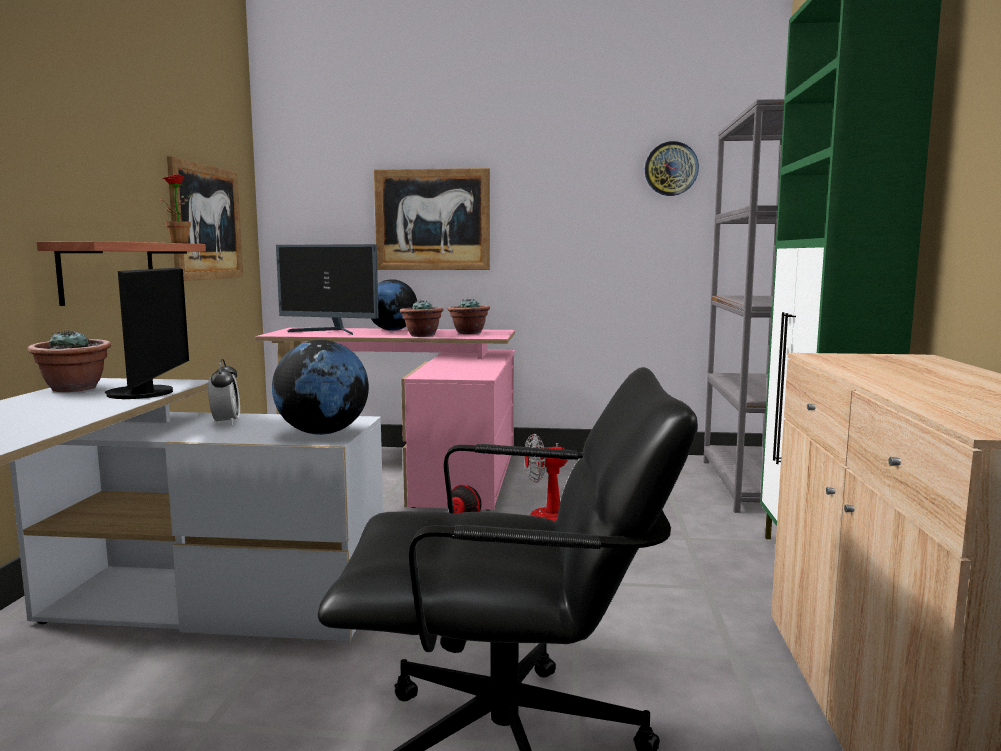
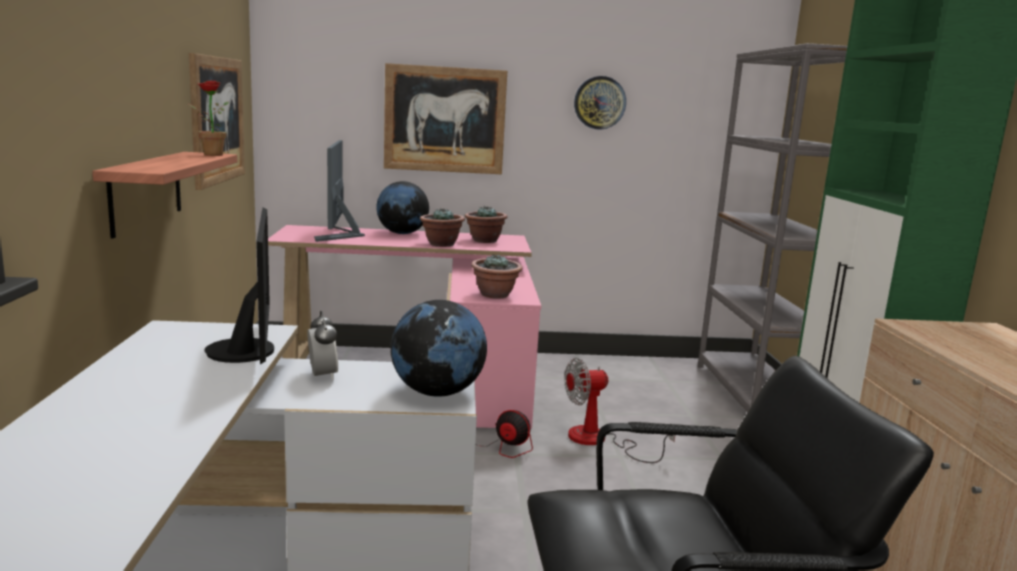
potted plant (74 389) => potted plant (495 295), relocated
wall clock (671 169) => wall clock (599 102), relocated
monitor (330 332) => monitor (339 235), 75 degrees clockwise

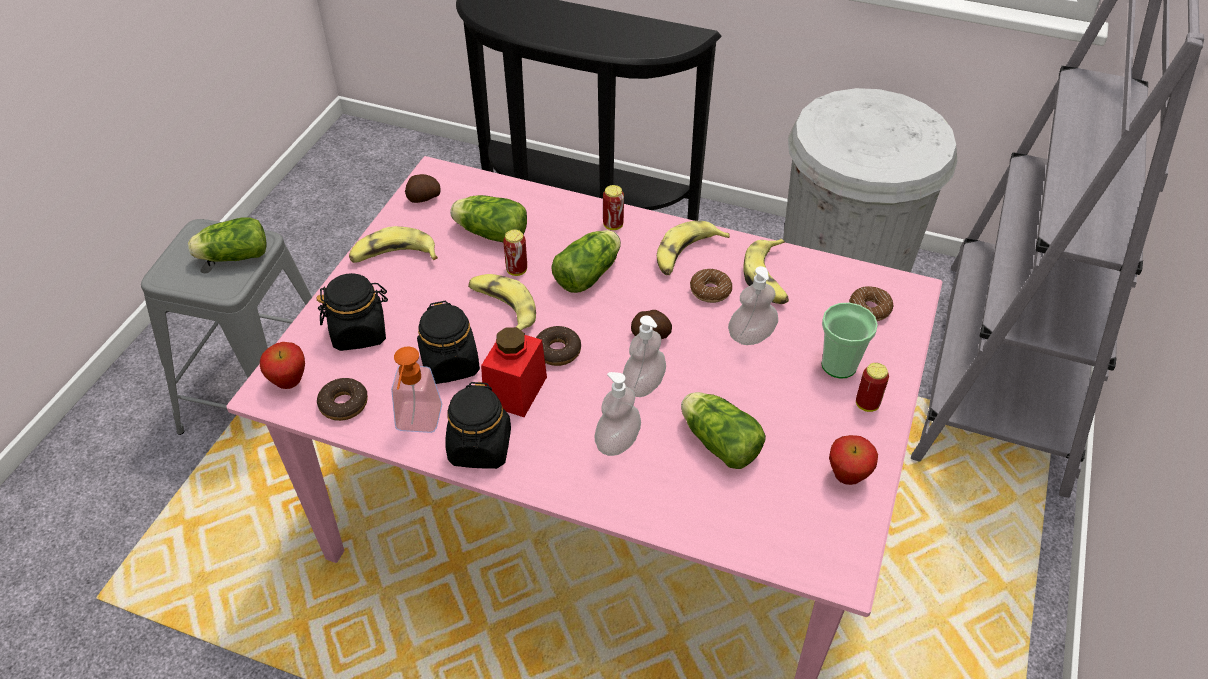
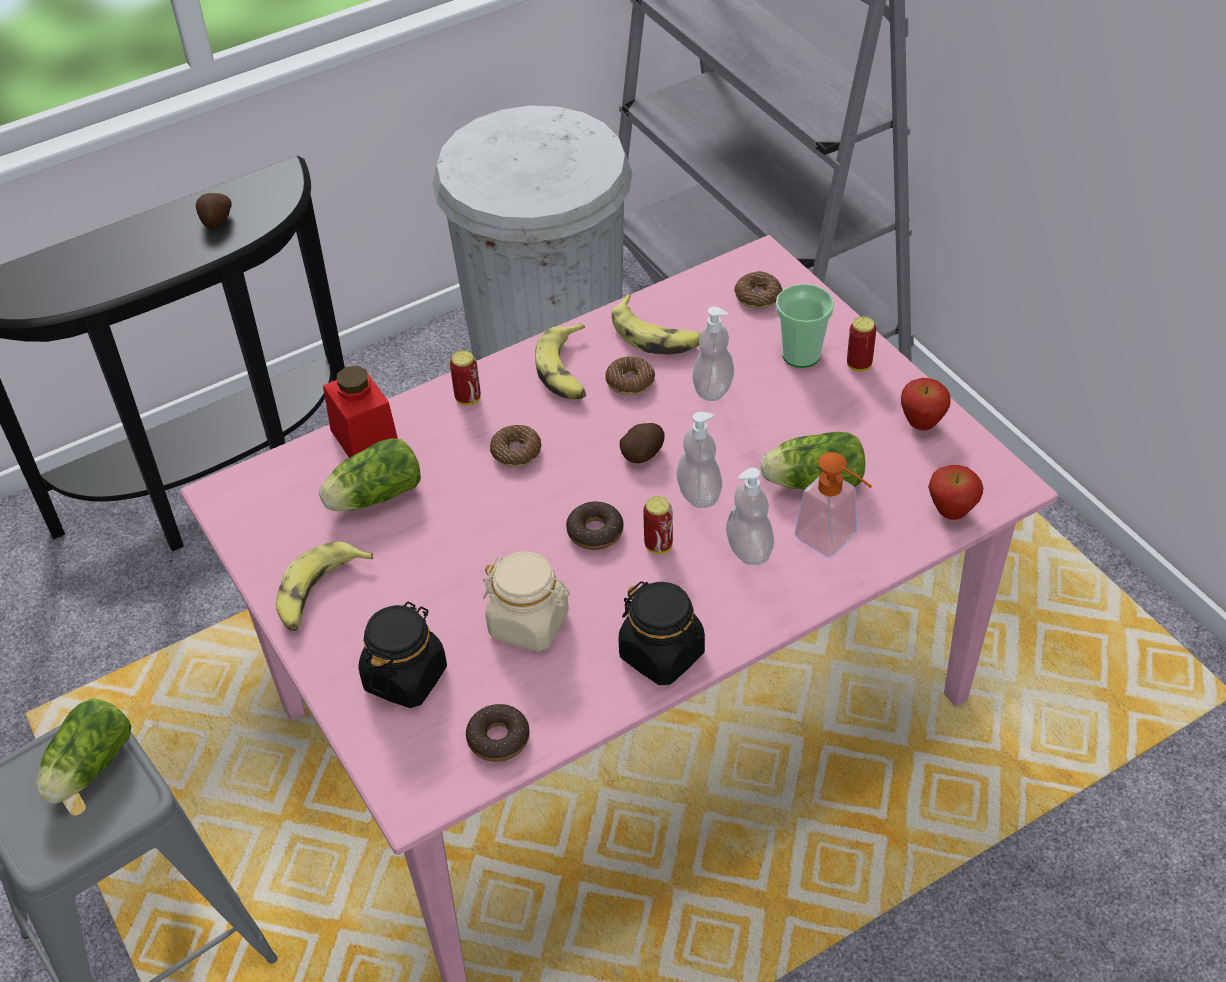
banana (502 308) => nothing
apple (289 382) => apple (951 513), relocated
soap dispenser (417 425) => soap dispenser (834 541), relocated
potato (423 198) => potato (216 221), relocated
red jar (515 390) => red jar (365 439), relocated
can (517 270) => can (658 545), relocated
lettuce (590 273) => donut (516 452)
black jar (450 364) => beige jar (529 623)

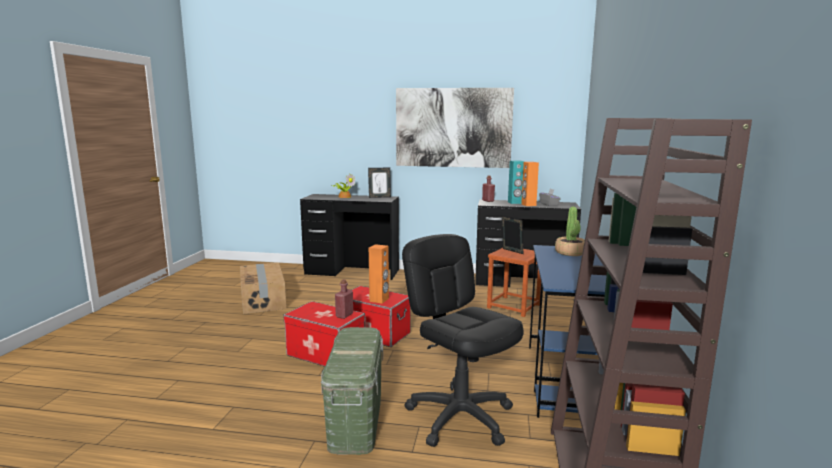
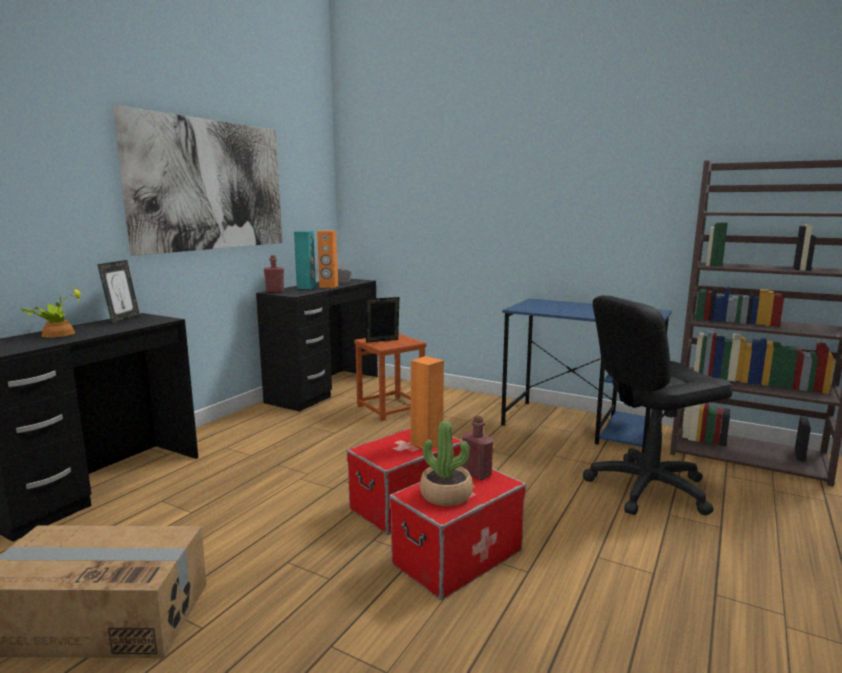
green storage box (356 422) => nothing
potted plant (570 252) => potted plant (446 495), relocated

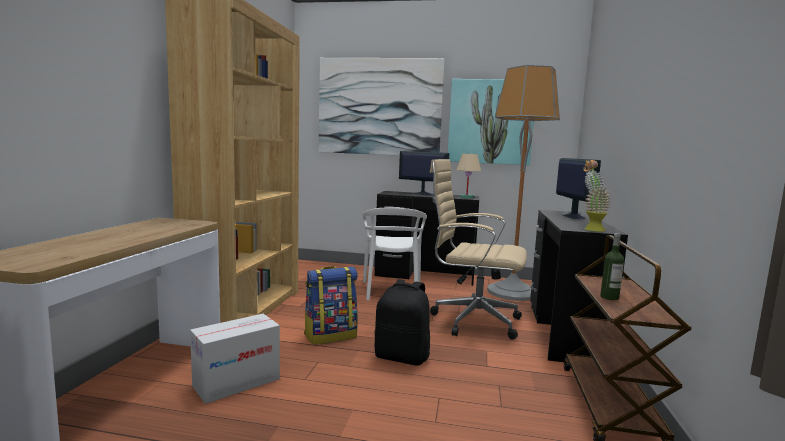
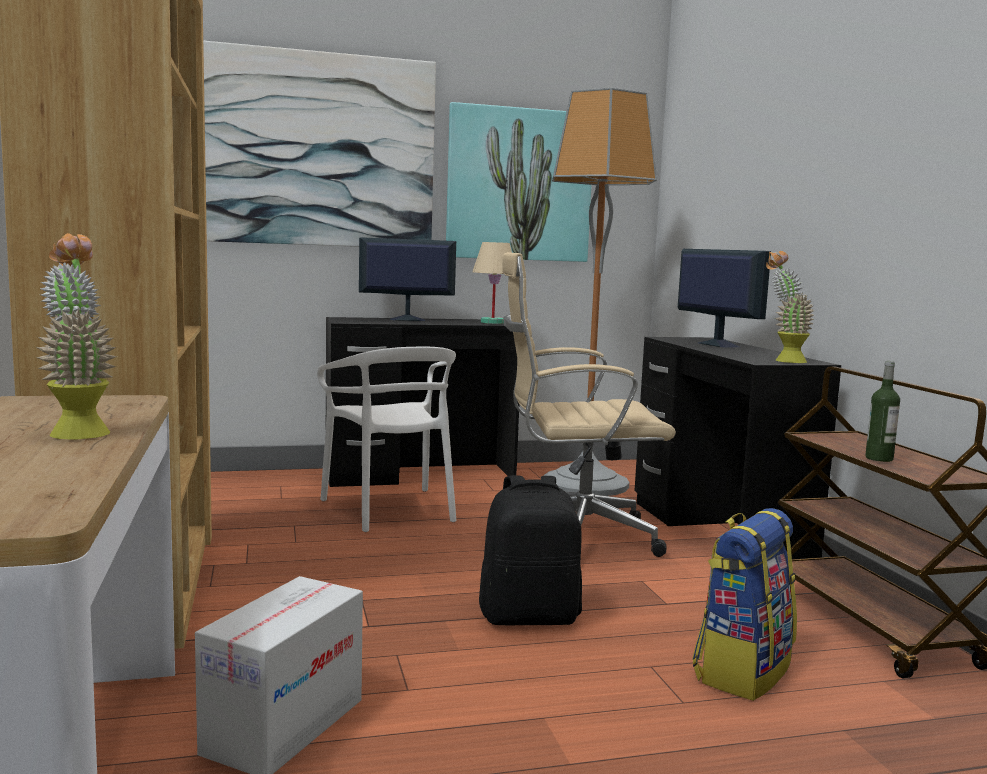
nothing => potted plant (78 431)
backpack (330 336) => backpack (741 670), relocated

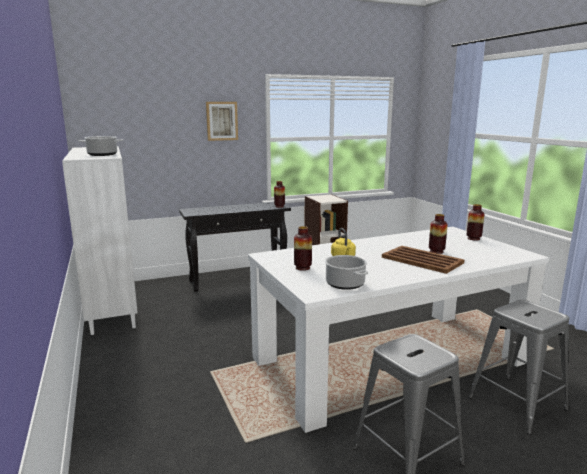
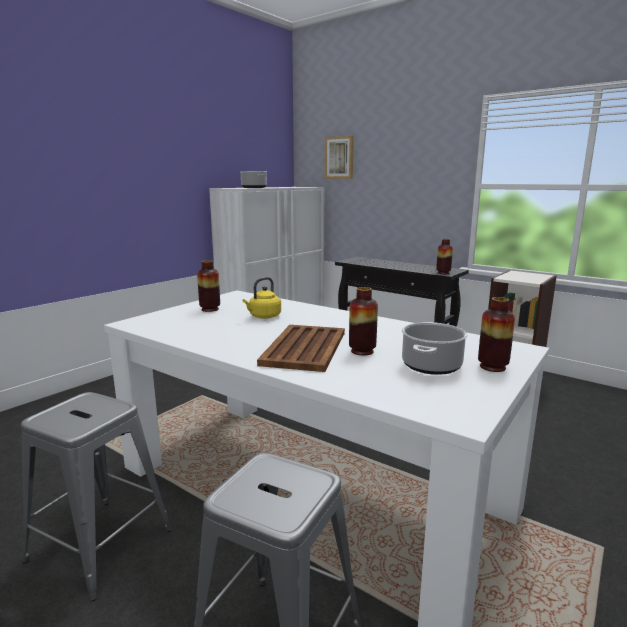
picture (222 121) => picture (339 157), relocated
cooking pot (344 284) => cooking pot (431 365), relocated

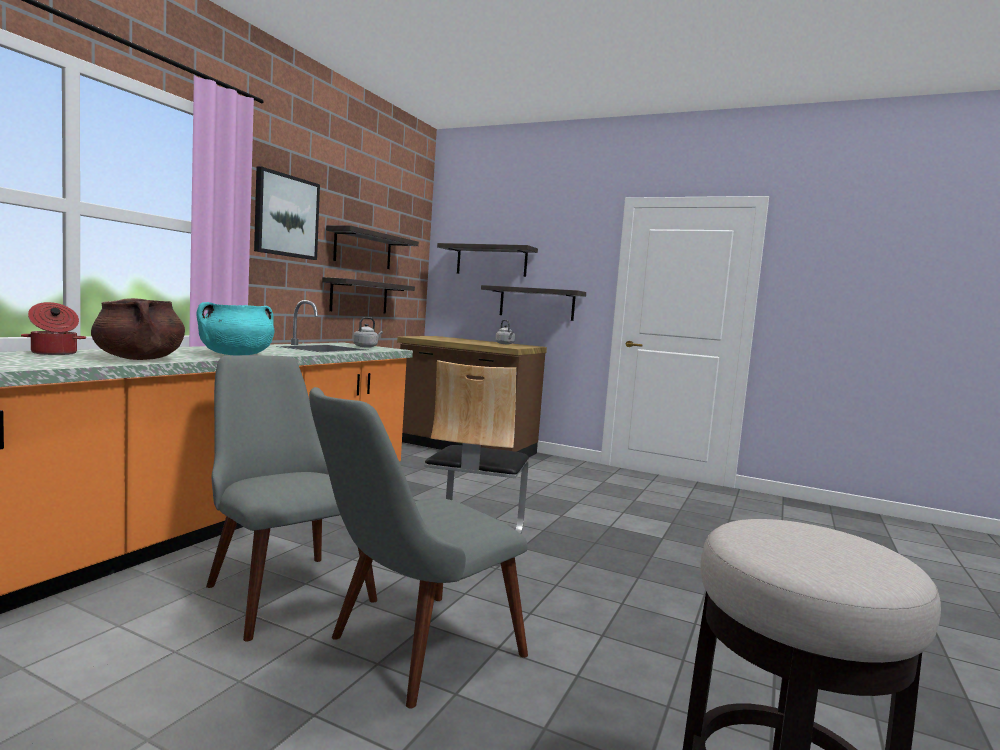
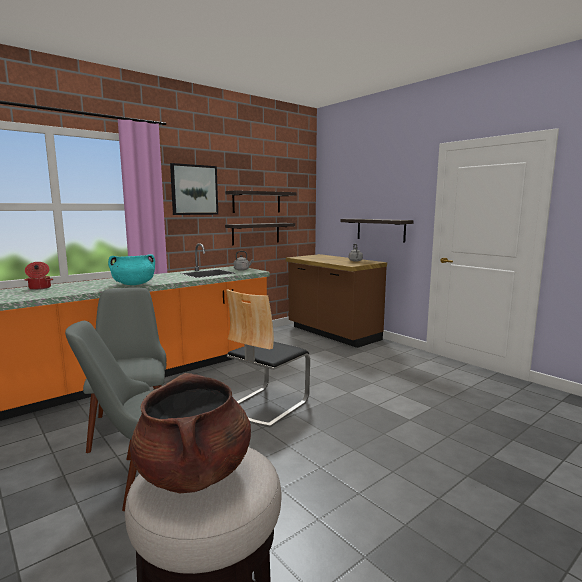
shelf (491 261) => nothing
brown cooking pot (139 359) => brown cooking pot (194 473), relocated

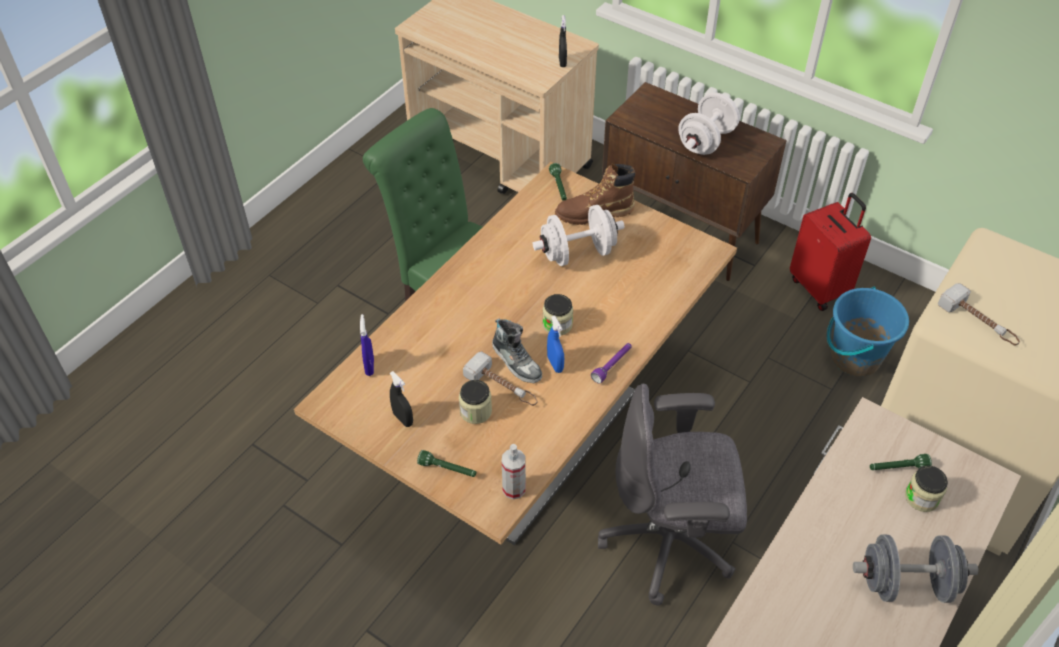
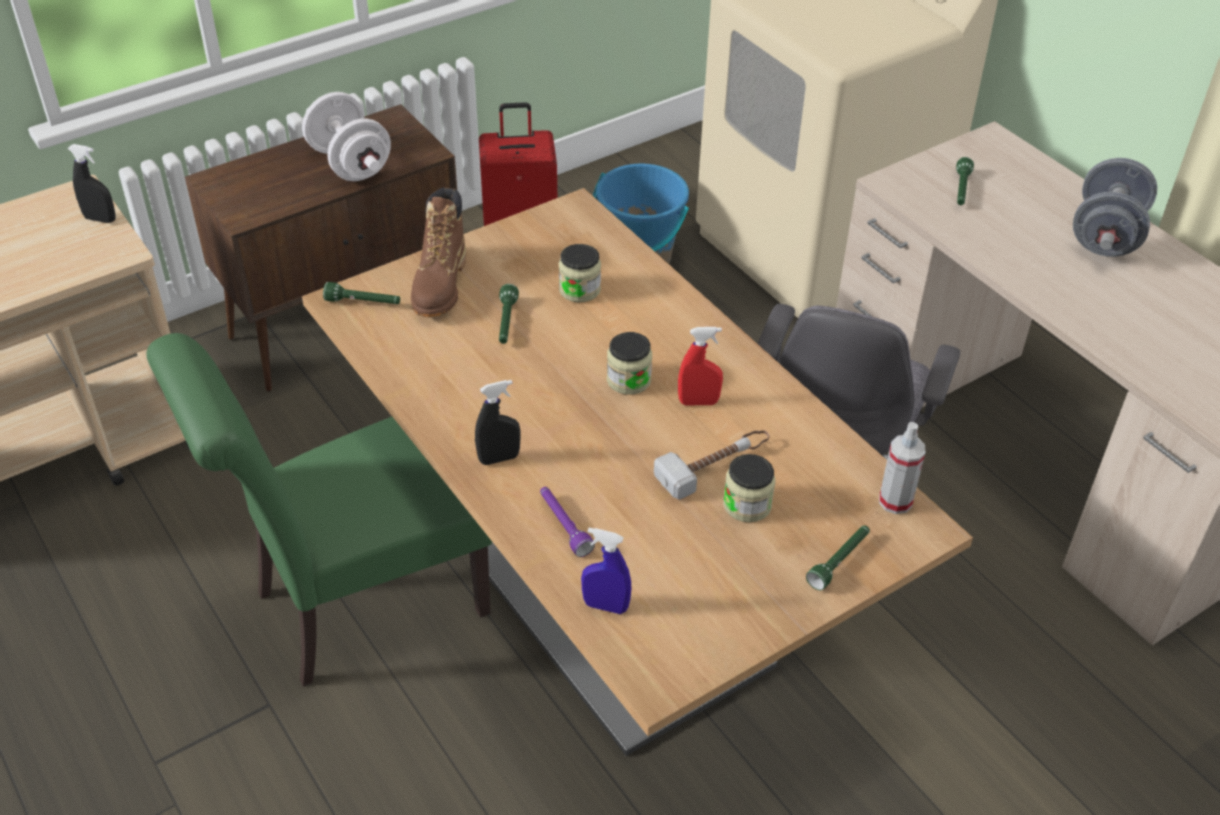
shoe (516 361) => nothing
hammer (979 322) => nothing
black spray bottle (403 419) => black spray bottle (499 458), relocated
purple flashlight (612 365) => purple flashlight (564 526), relocated
jar (921 498) => jar (579 290), relocated
white dumbbell (577 253) => green flashlight (506 322)
blue spray bottle (555 364) => red spray bottle (698 402)

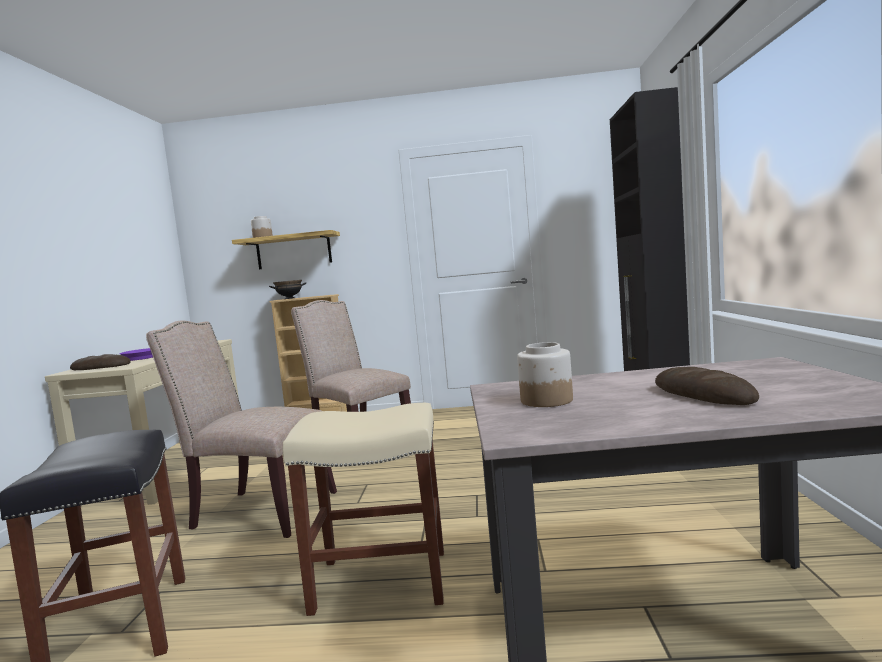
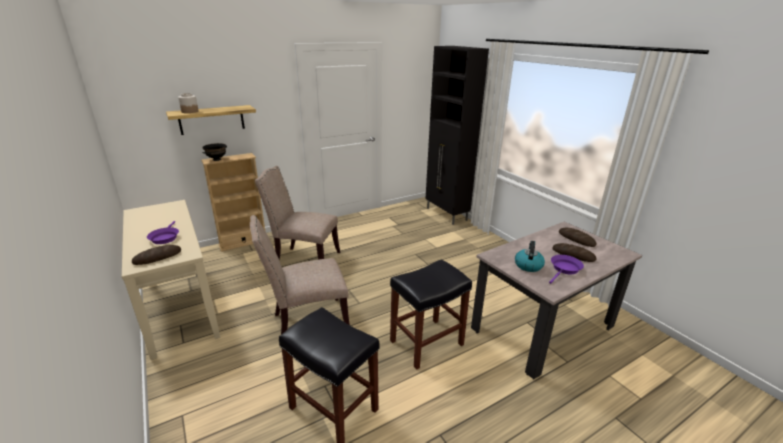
nothing => purple frying pan (564 269)
nothing => bread (576 239)
jar (546 400) => kettle (528 265)
beige stool (378 581) => black stool (426 343)

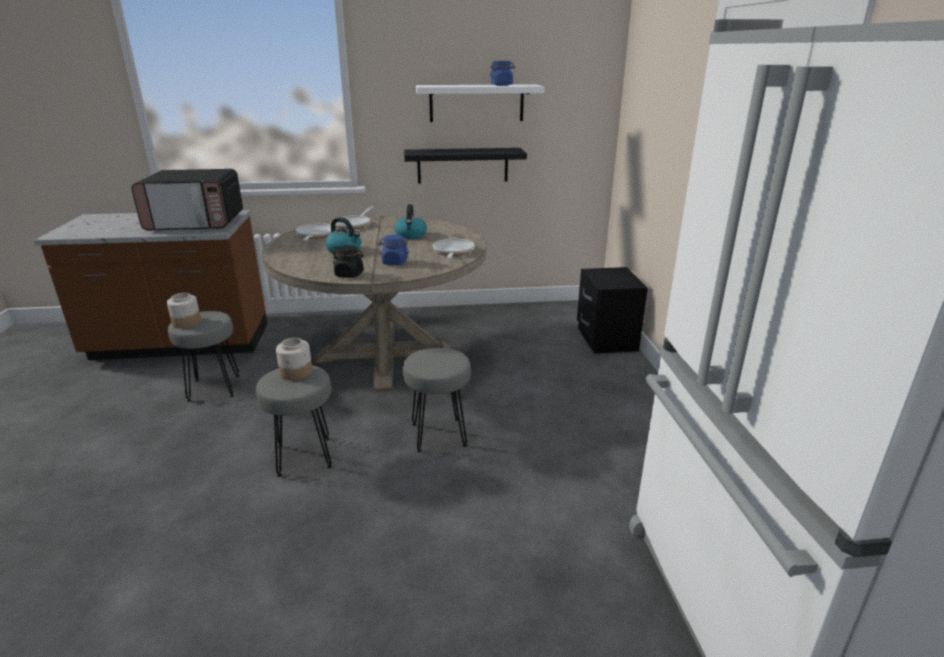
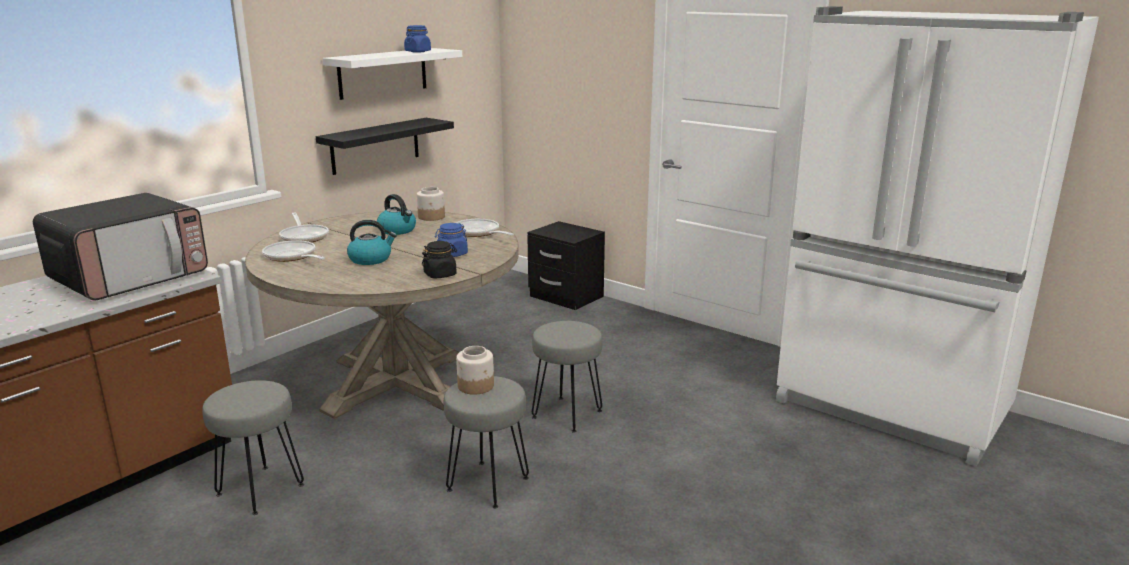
jar (186 323) => jar (431 217), relocated

